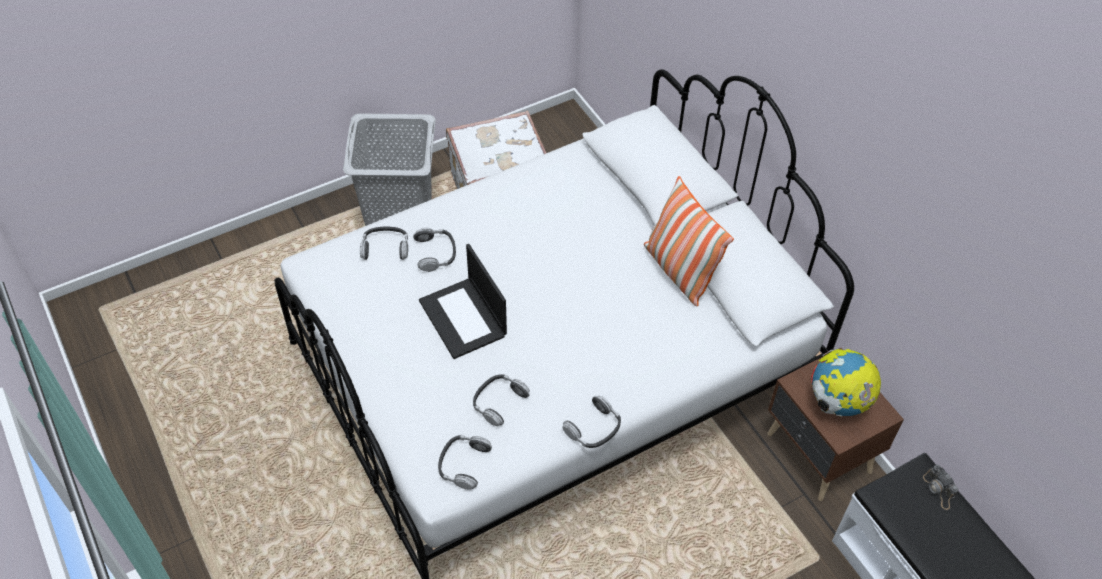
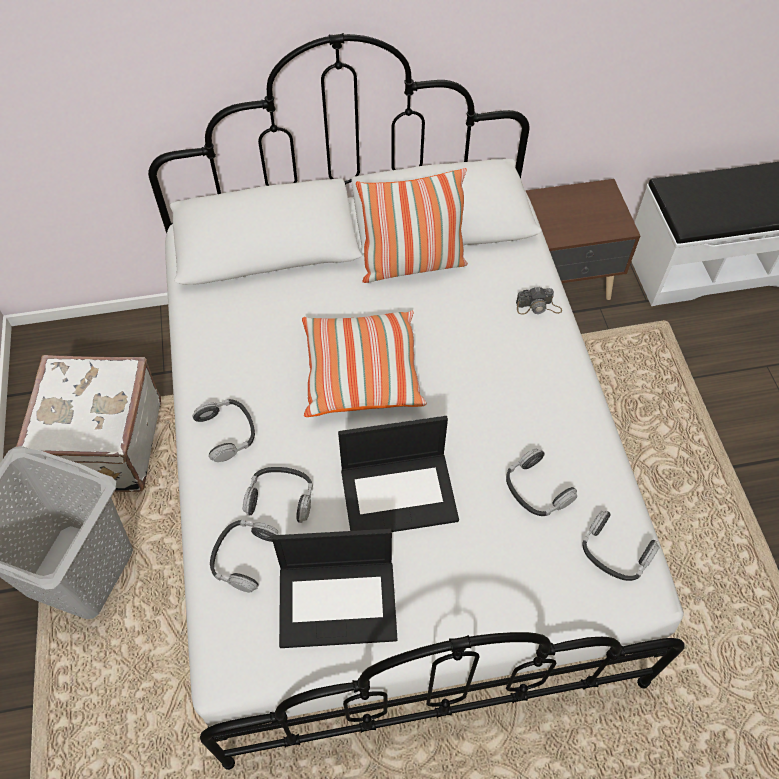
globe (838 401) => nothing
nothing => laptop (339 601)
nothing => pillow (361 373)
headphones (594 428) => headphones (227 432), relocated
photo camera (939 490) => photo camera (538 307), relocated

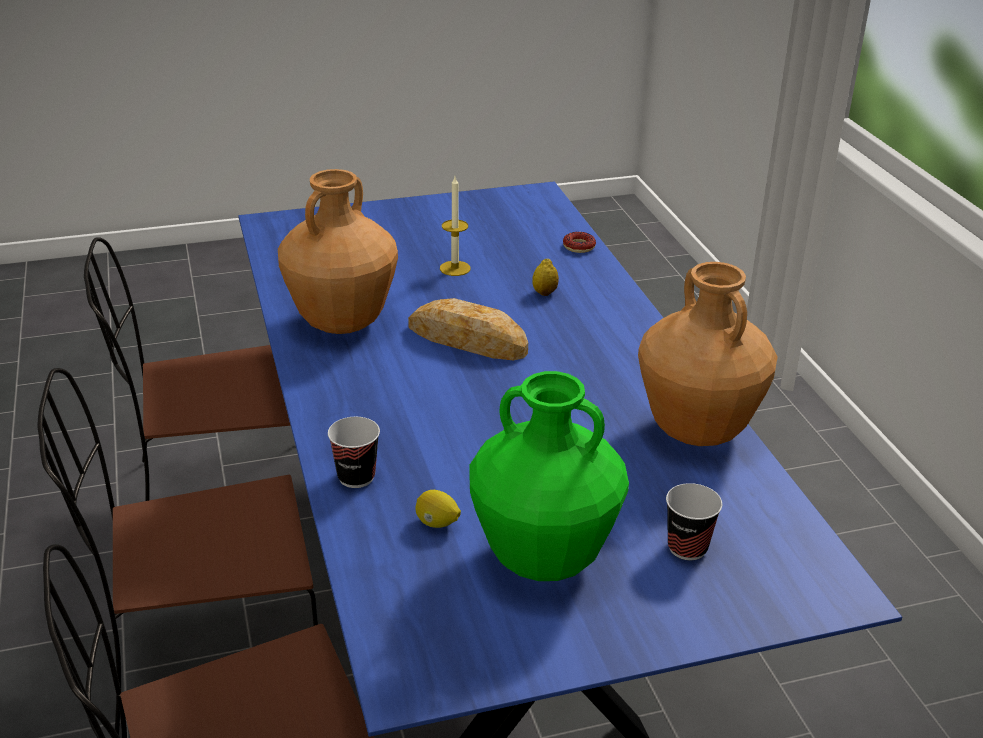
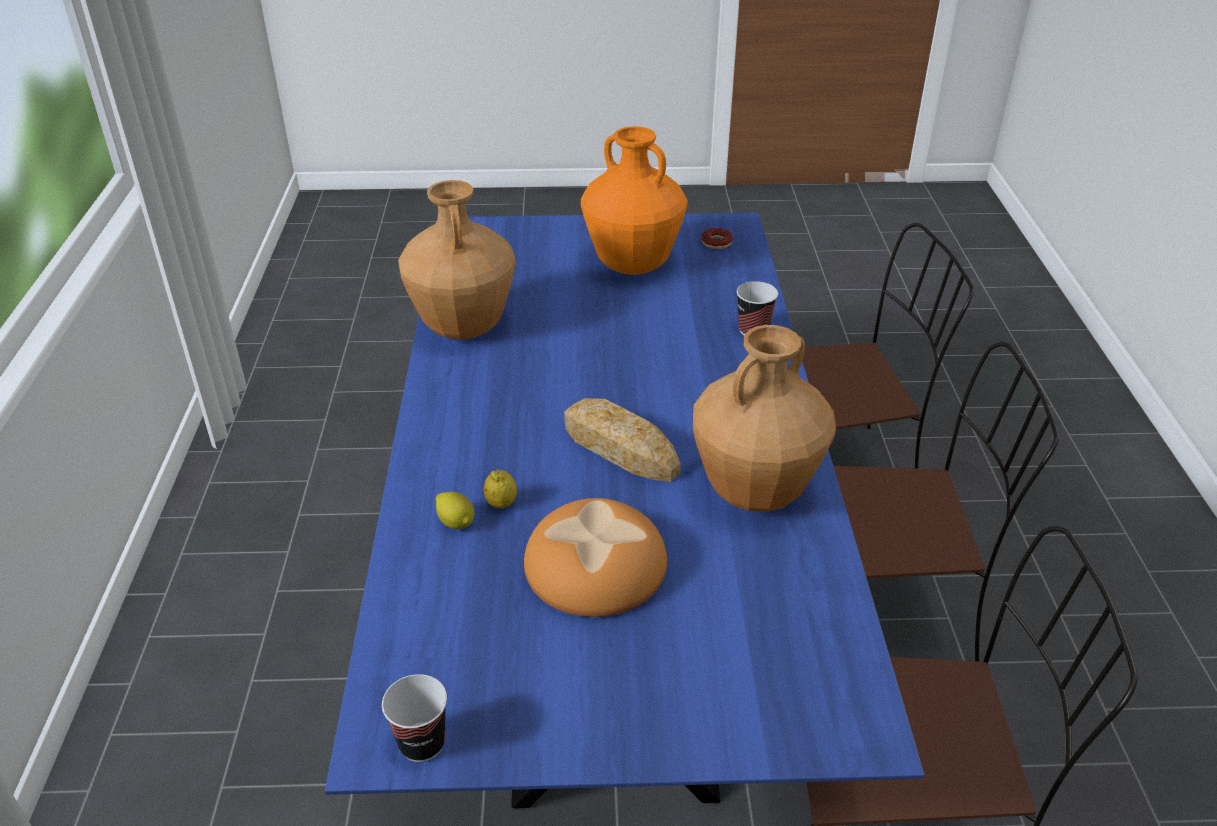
lemon (437 523) => lemon (456 522), relocated
donut (579 246) => donut (716 242), relocated
cup (687 547) => cup (422 743), relocated
candle (455 268) => bread (595 567)
green vase (542 559) => orange vase (633 266)

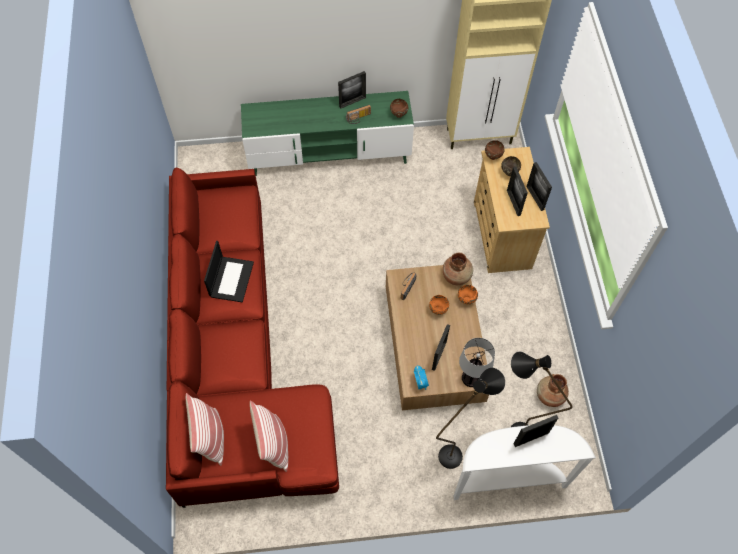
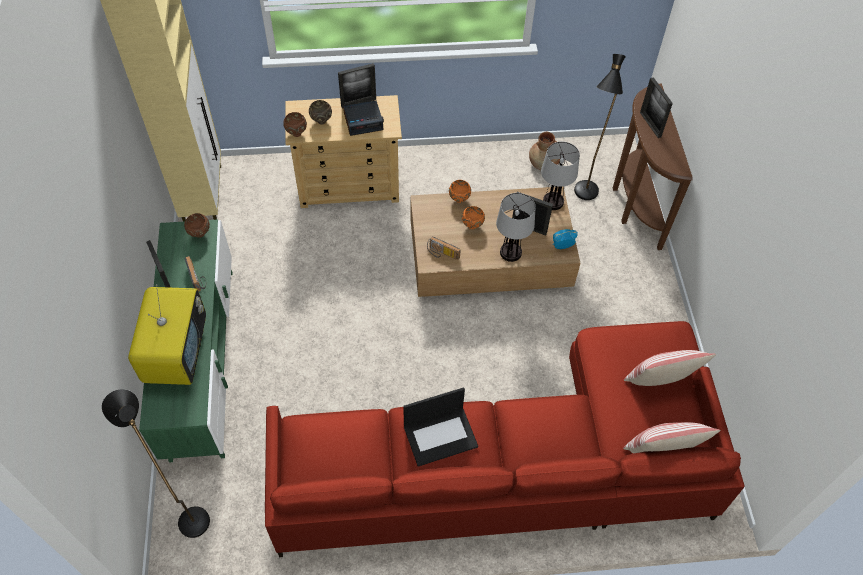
brown vase (456 276) => nothing
nothing => television (177 353)
nothing => table lamp (511 252)
black floor lamp (456 450) => black floor lamp (187 513), relocated
picture frame (513 203) => alarm clock (363 121)
white console table (507 479) => brown console table (633 205)
laptop (231 279) => laptop (441 435), 150 degrees clockwise

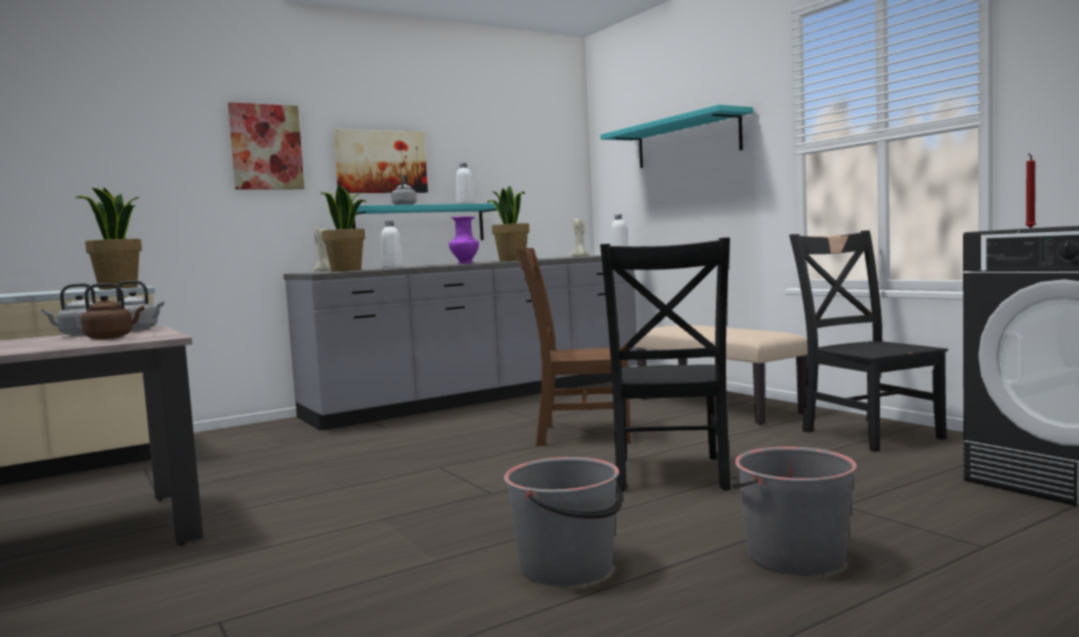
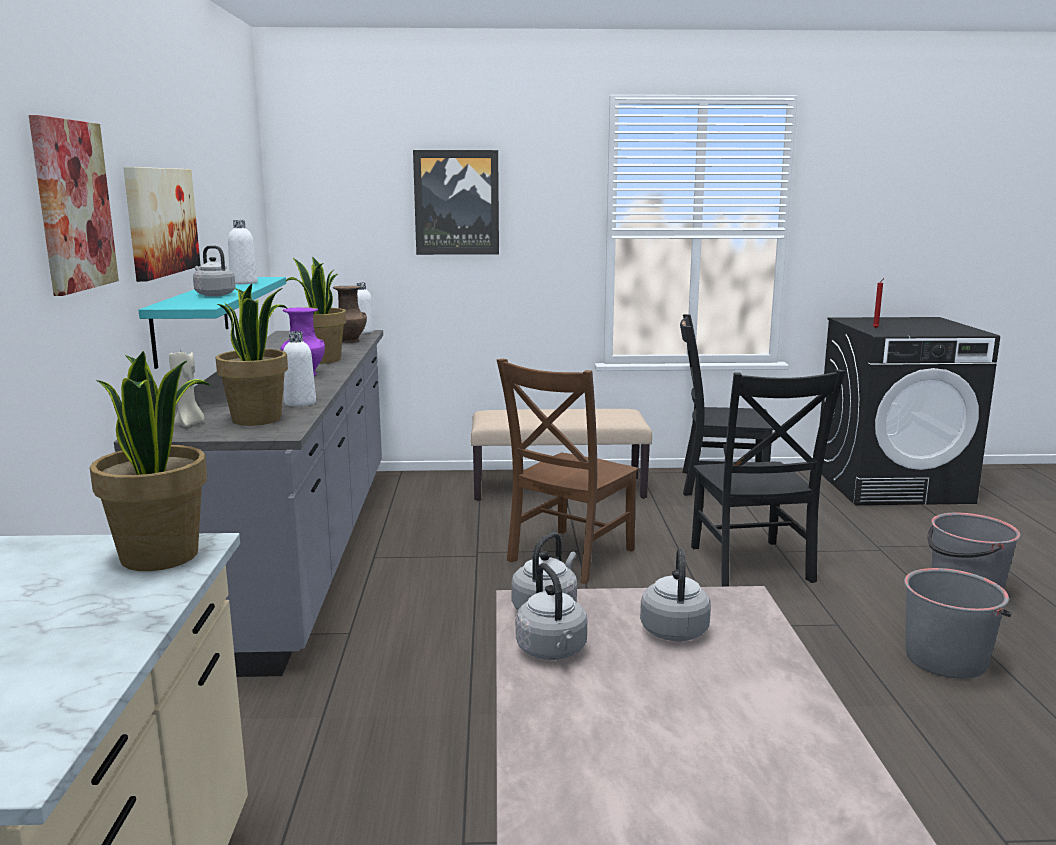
beige candle (580 256) => brown vase (349 341)
turquoise shelf (687 141) => picture (456 203)
brown kettle (111 337) => grey kettle (674 629)
black chair (669 475) => black chair (751 566), 45 degrees clockwise

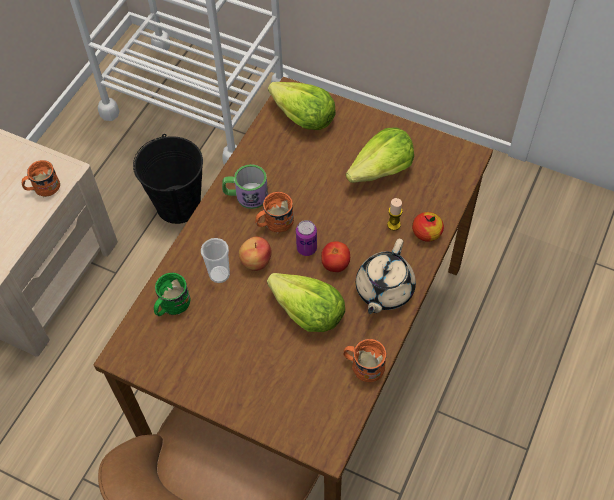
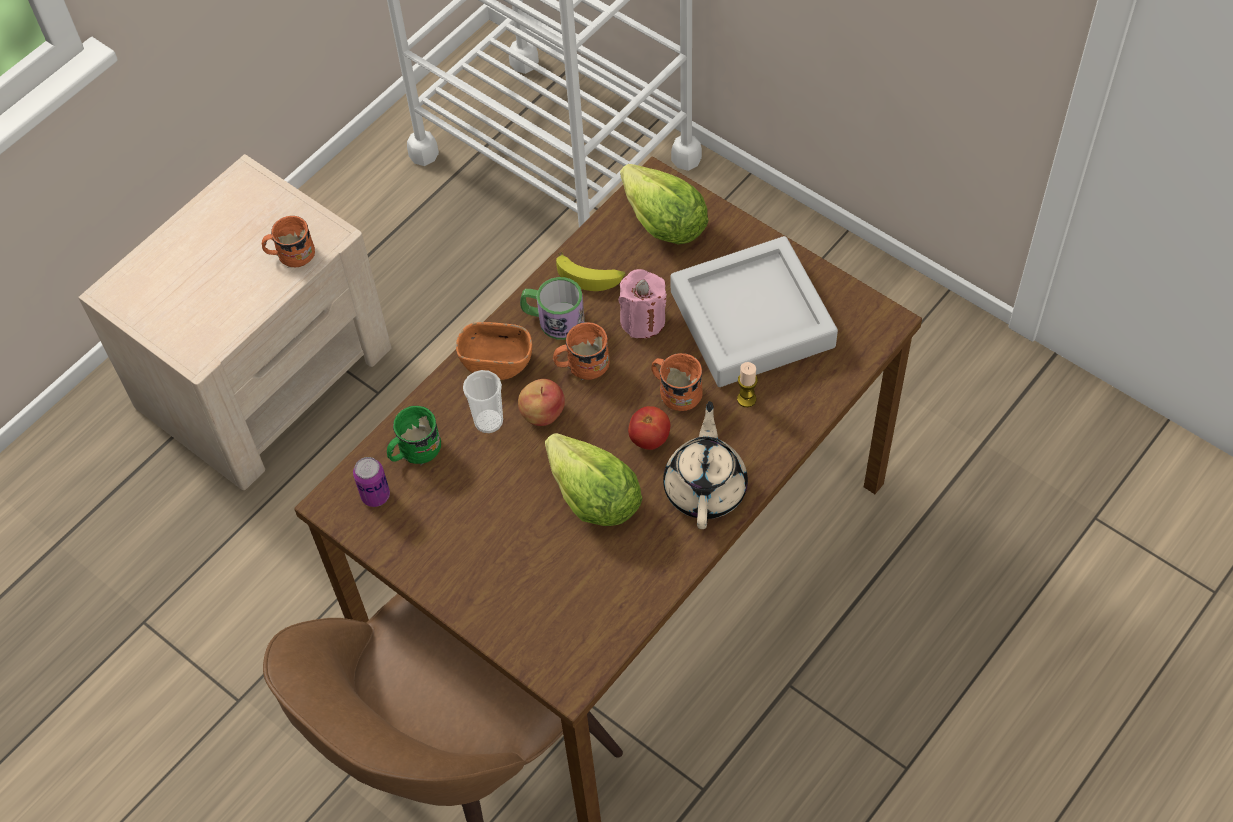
black bucket (179 204) => nothing
apple (426 233) => nothing
nothing => orange bowl (497 362)
nothing => banana (590 276)
nothing => pink candle (643 320)
can (306 248) => can (375 495), relocated
orange mug (363 366) => orange mug (675 391), relocated
lettuce (381 171) => grey tray (752 319)
beige teapot (383 290) => beige teapot (705 487), 150 degrees clockwise

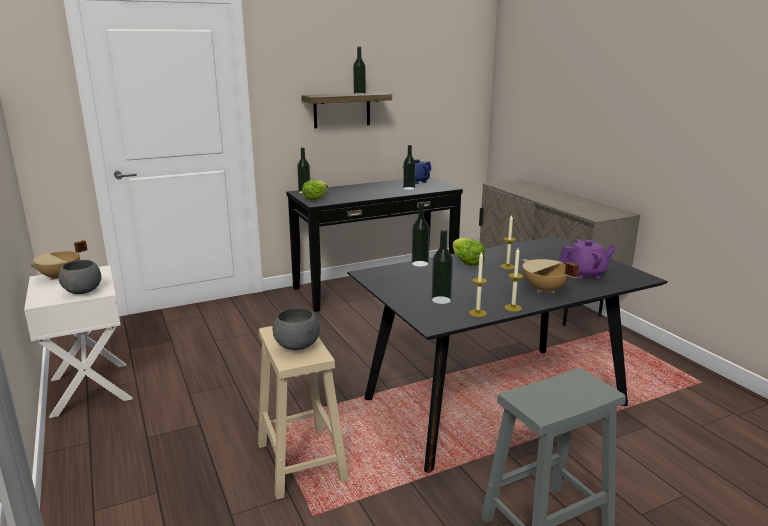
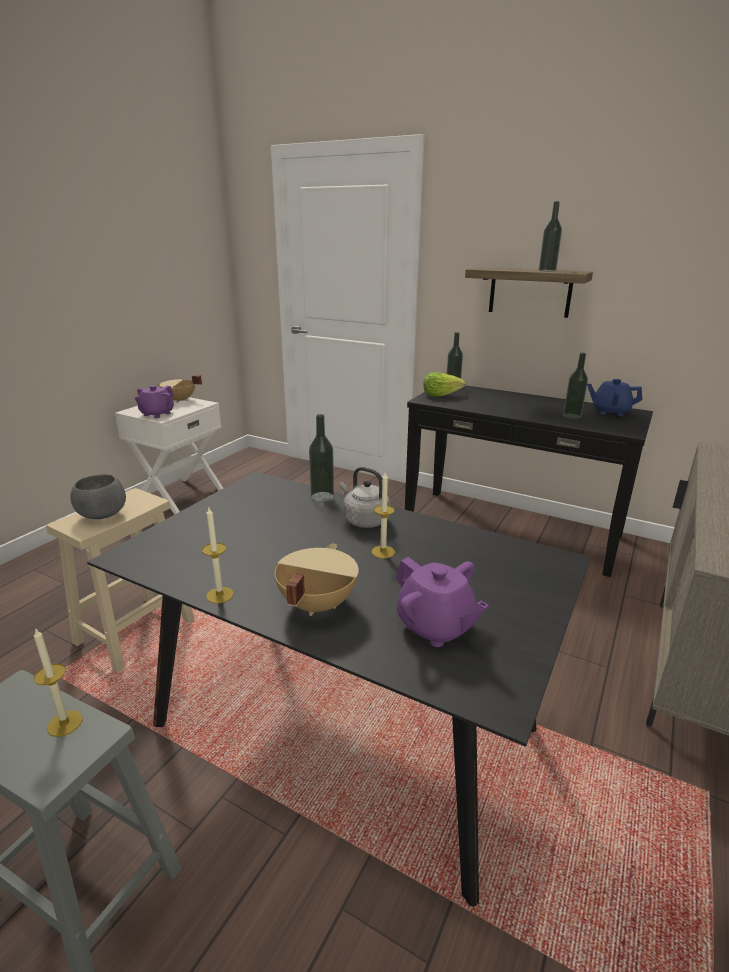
bottle (441 300) => nothing
candle (477 313) => candle (65 723), relocated
grey bowl (82 292) => purple teapot (157 414)
lettuce (465 262) => grey kettle (364 520)

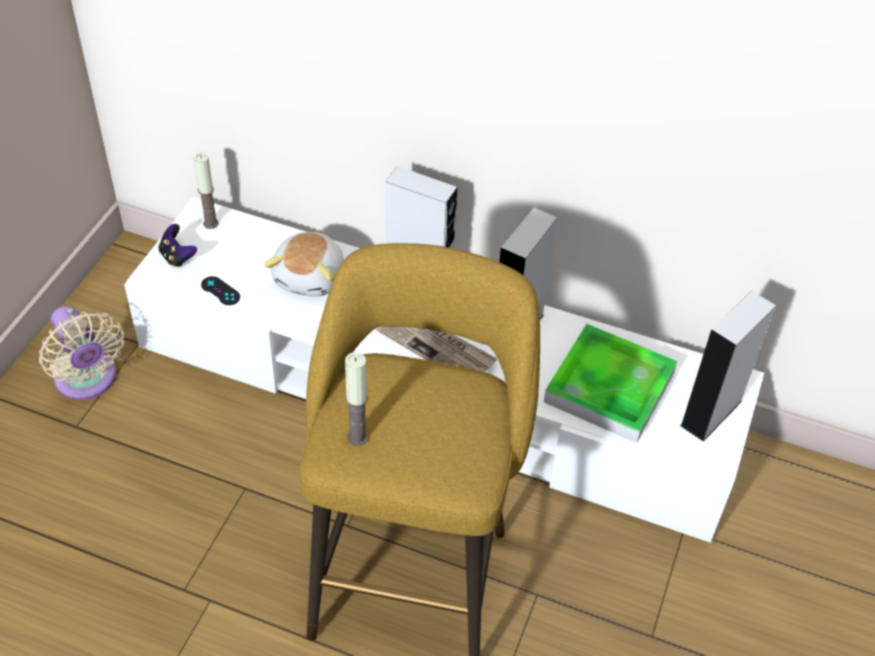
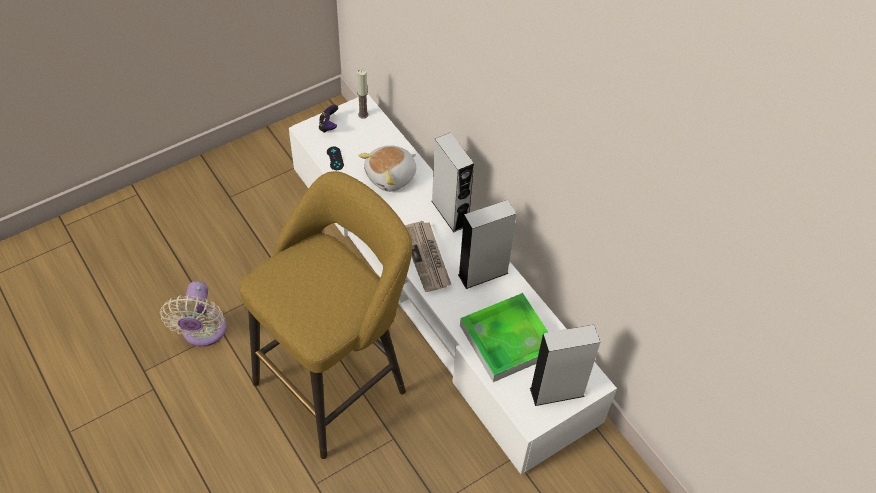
candle (357 437) => nothing
beige fan (88 381) => beige fan (203 332), relocated

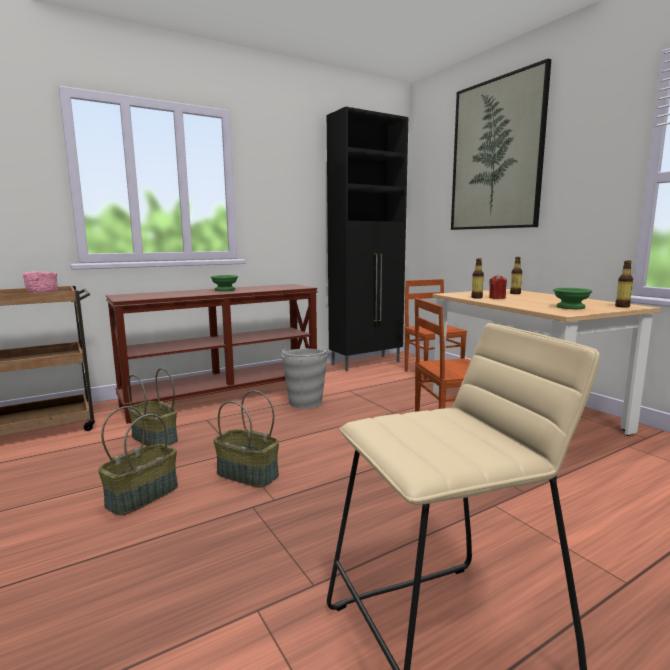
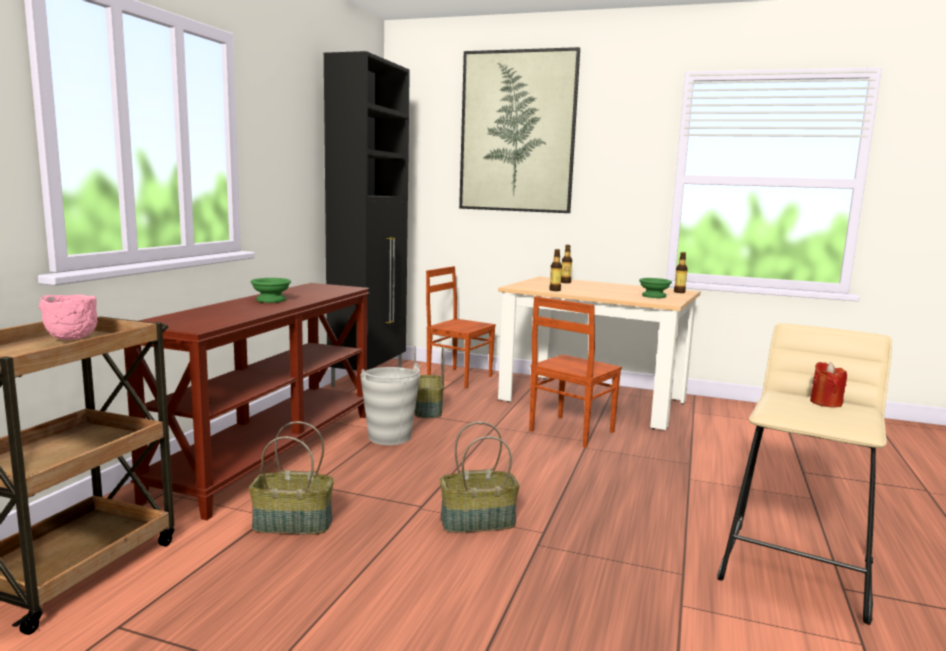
basket (142 495) => basket (427 409), relocated
red candle (497 298) => red candle (825 403), relocated

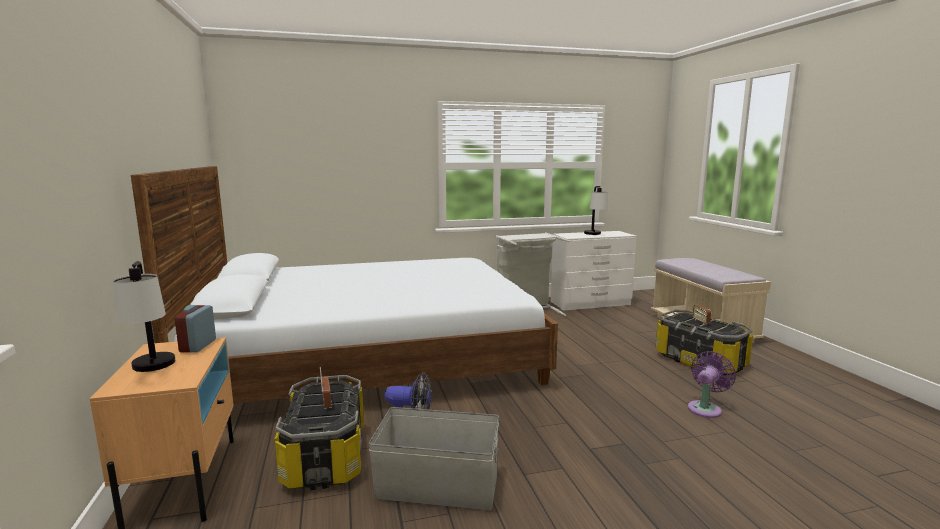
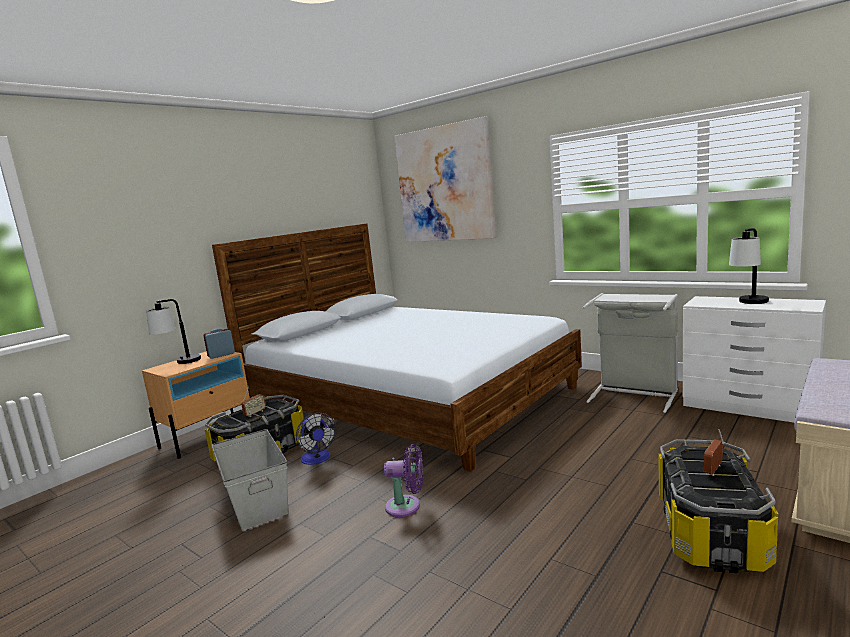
nothing => picture (445 184)
purple fan (705 408) => purple fan (407 506), relocated

